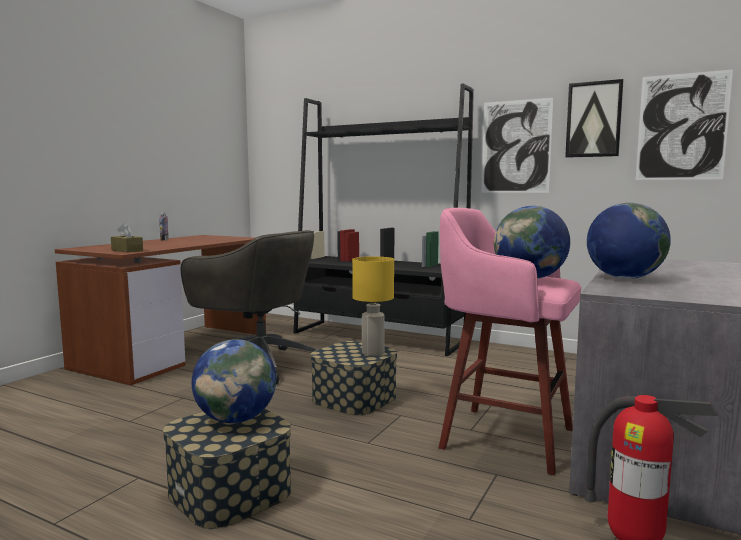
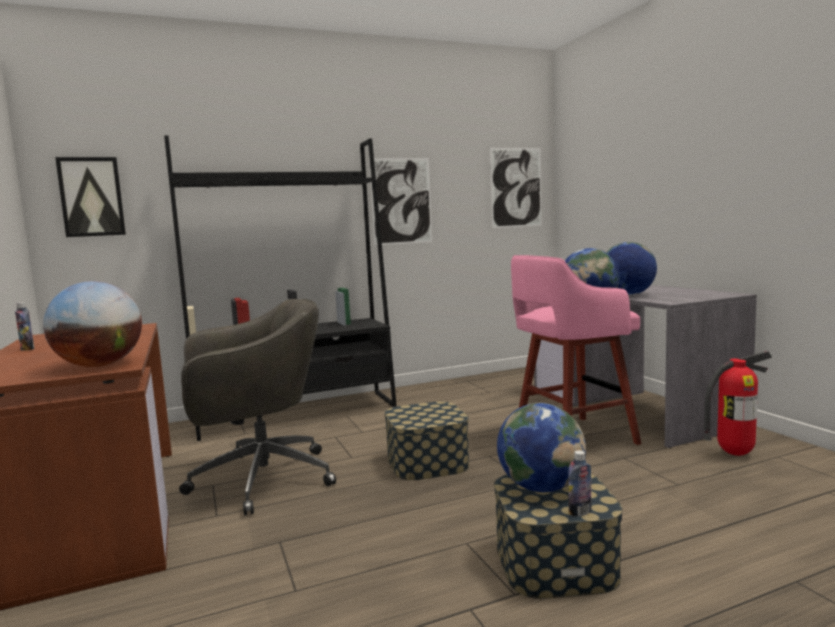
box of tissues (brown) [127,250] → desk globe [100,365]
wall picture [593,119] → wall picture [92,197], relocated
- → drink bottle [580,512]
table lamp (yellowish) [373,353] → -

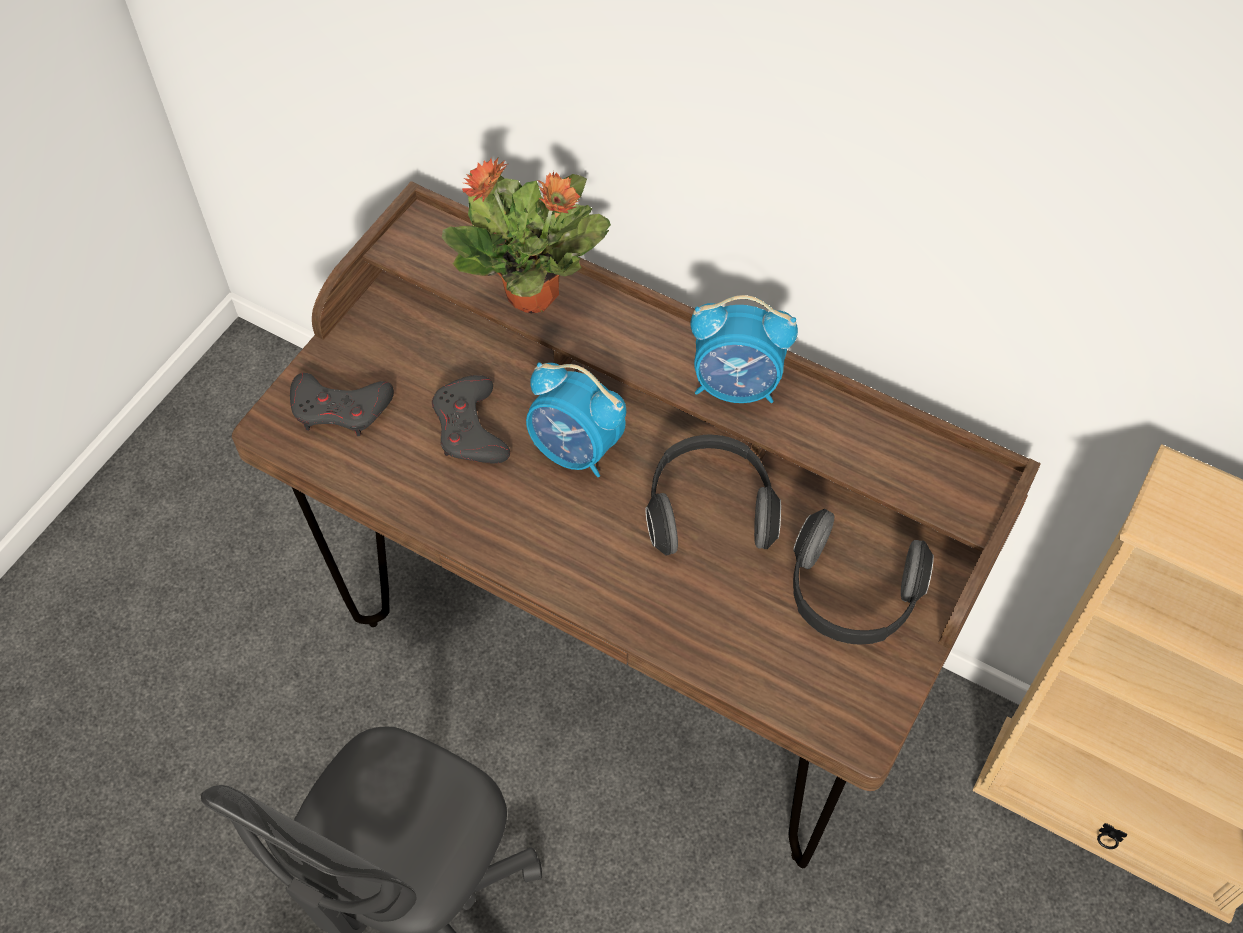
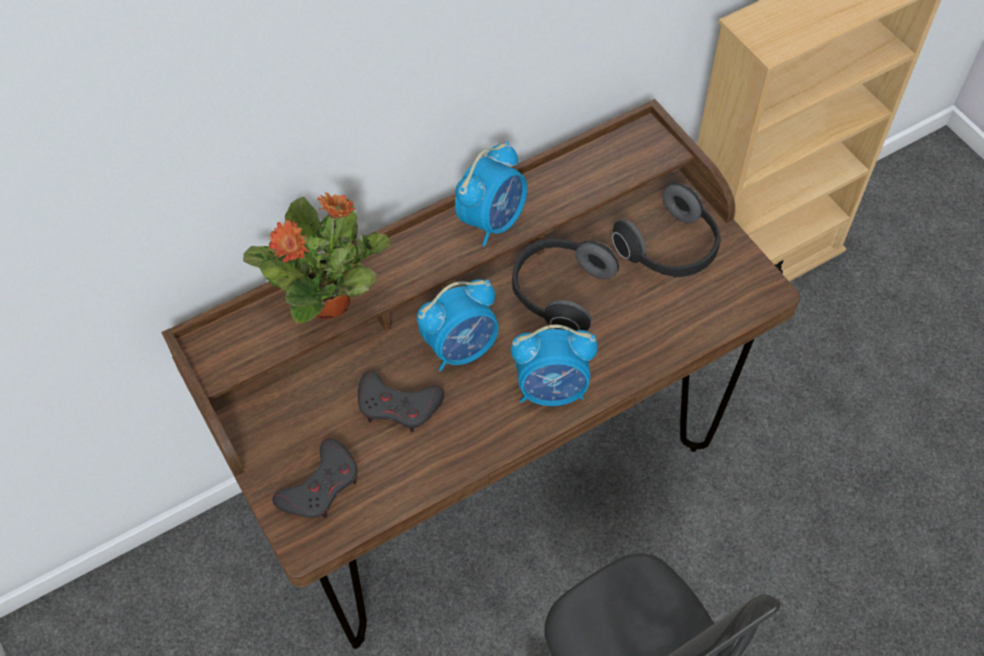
- → table clock [552,389]

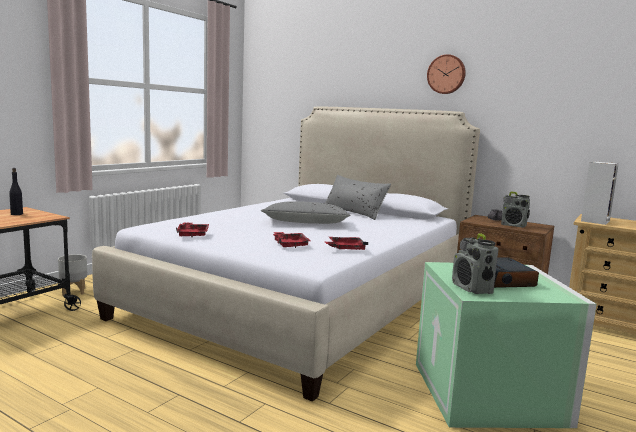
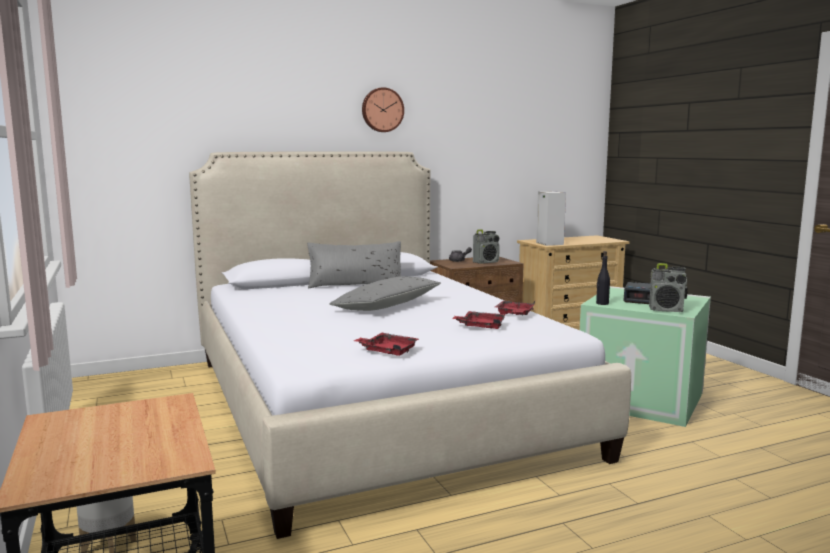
drink bottle (blackish) [16,214] → drink bottle (blackish) [602,303], relocated

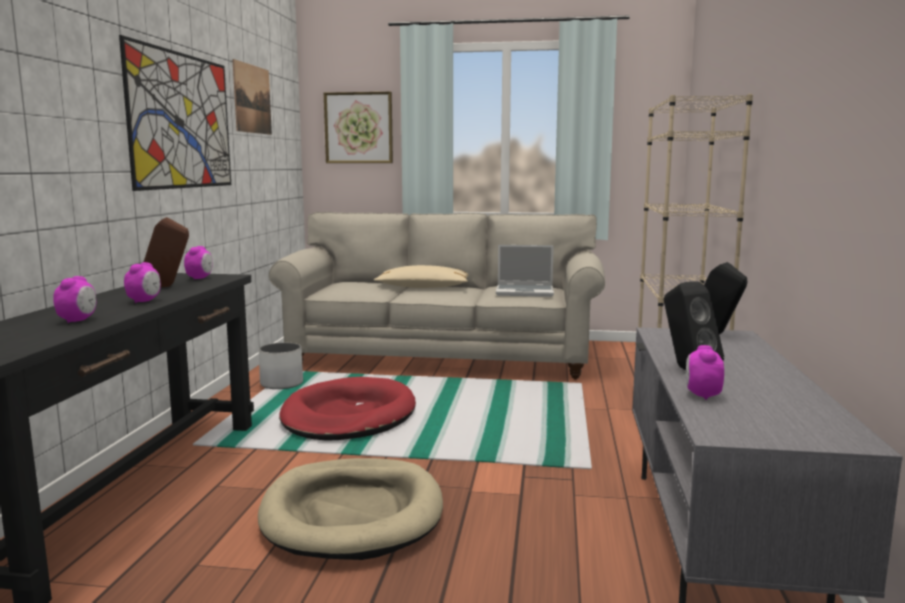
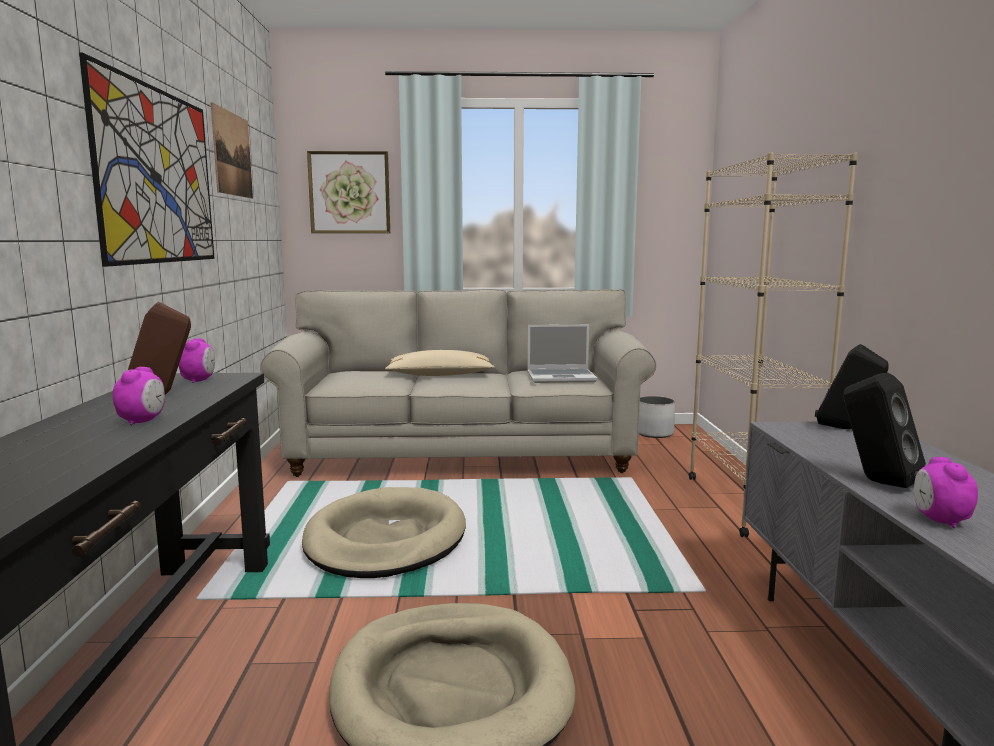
dog cushion (red-coloured) [348,416] → dog cushion (beige-coloured) [385,539]
flower pot (white-coloured) [281,384] → flower pot (white-coloured) [654,433], relocated
table clock [78,320] → -

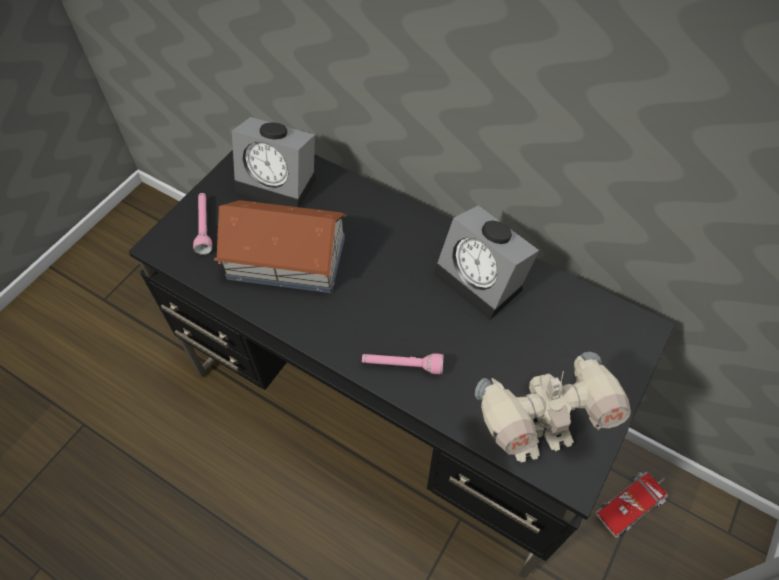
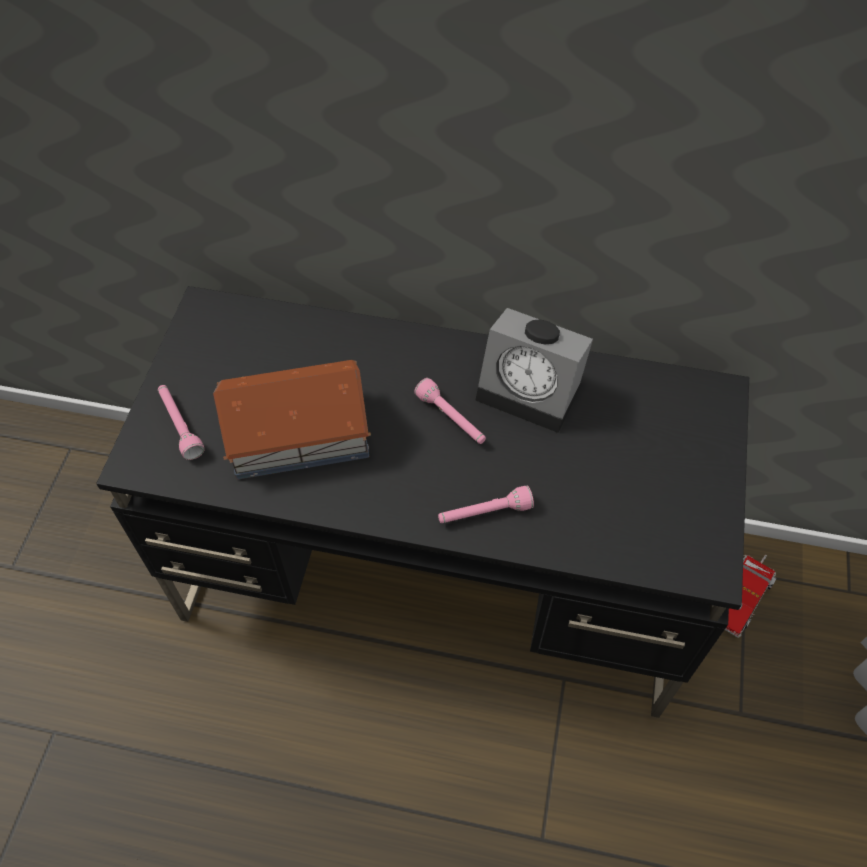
- → hand torch (pink-coloured) [451,419]
table clock [280,183] → -
robot figure [535,434] → -

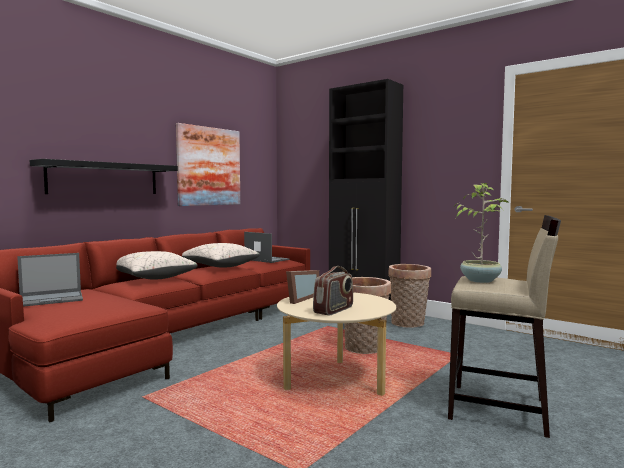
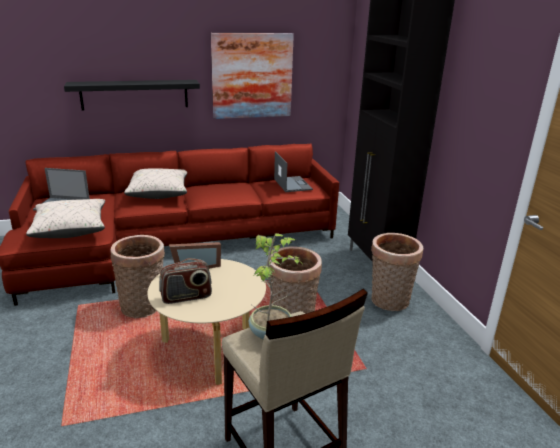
throw pillow (beige-coloured) [219,266] → throw pillow (beige-coloured) [70,229], relocated
- → household basket [143,307]

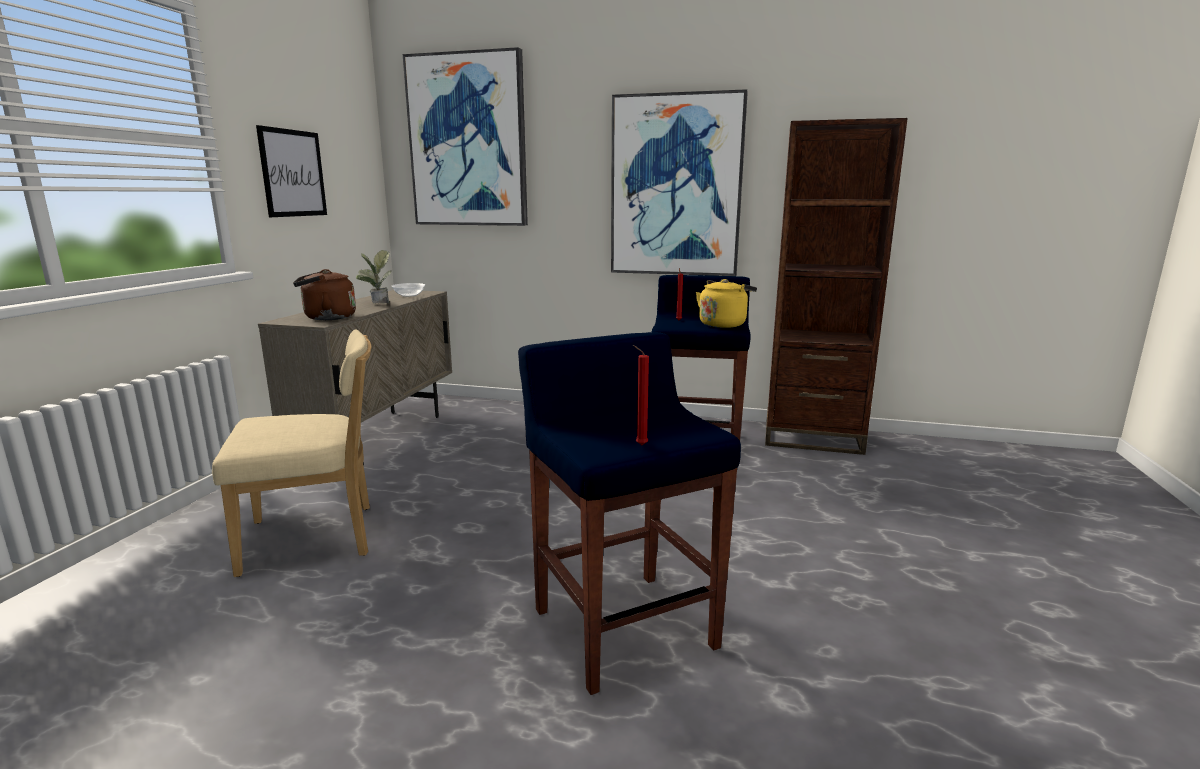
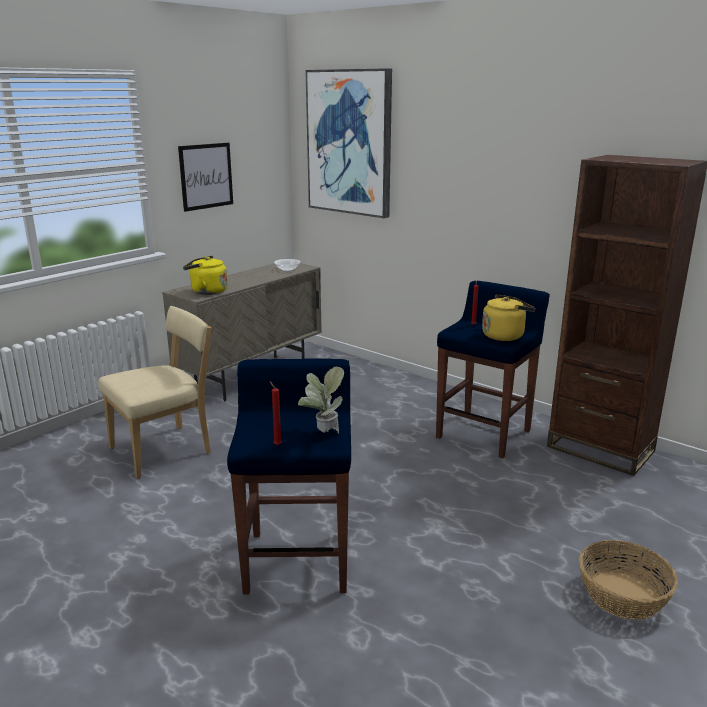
upright chair (beige-coloured) [317,538] → upright chair (beige-coloured) [165,449], 45 degrees counterclockwise
kettle (brown) [326,318] → kettle (yellowish) [207,291]
plant in a pot [377,305] → plant in a pot [323,434], relocated
- → household basket [621,595]
wall picture [676,186] → -

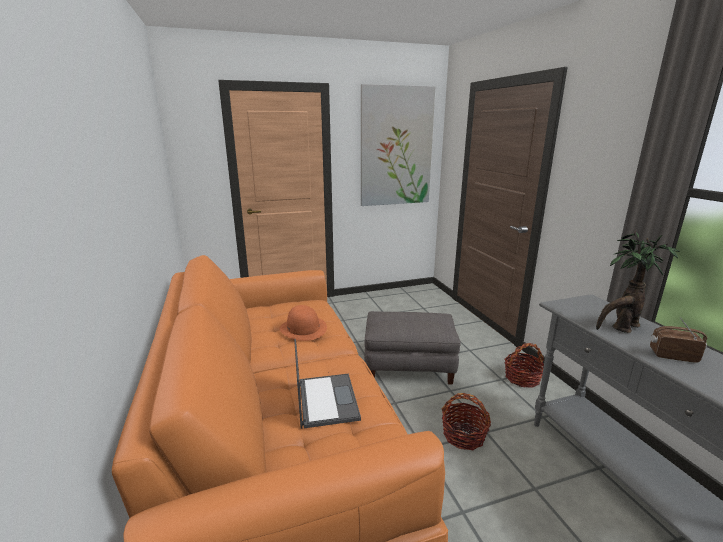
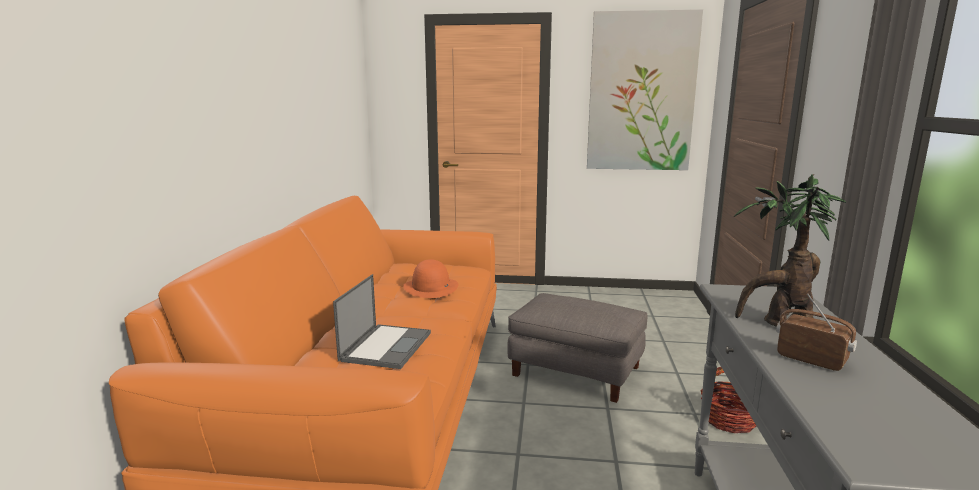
household basket [464,435] → -

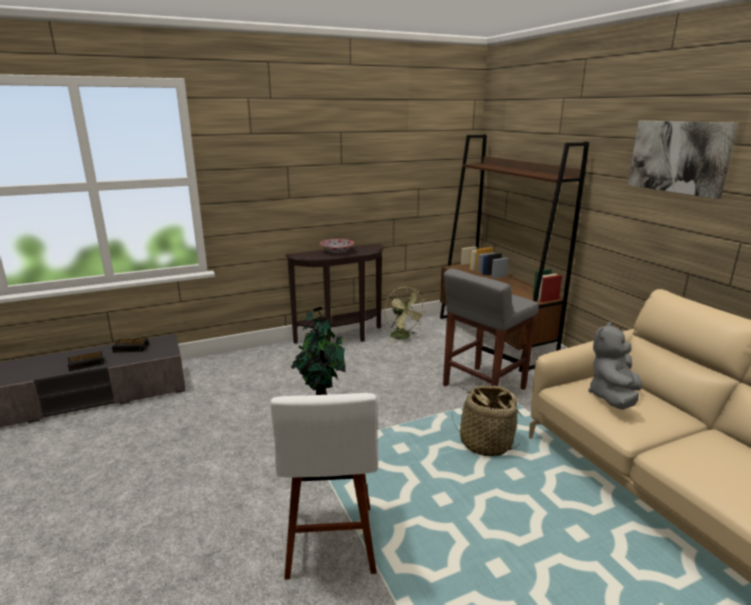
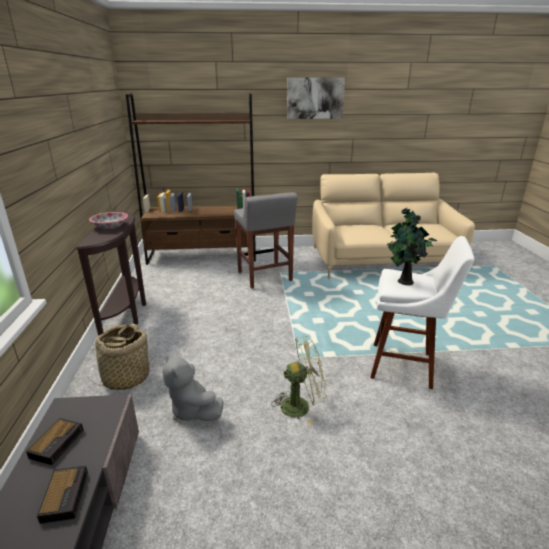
household basket [485,443] → household basket [126,377], relocated
soft toy (greyish) [613,398] → soft toy (greyish) [193,410], relocated
fan (greenish) [403,337] → fan (greenish) [301,405], relocated

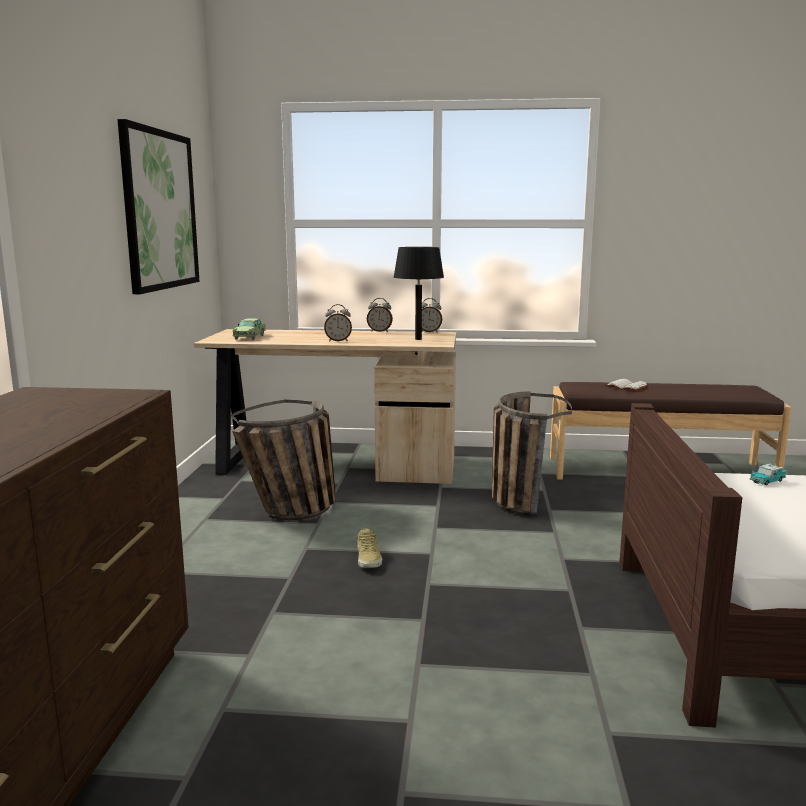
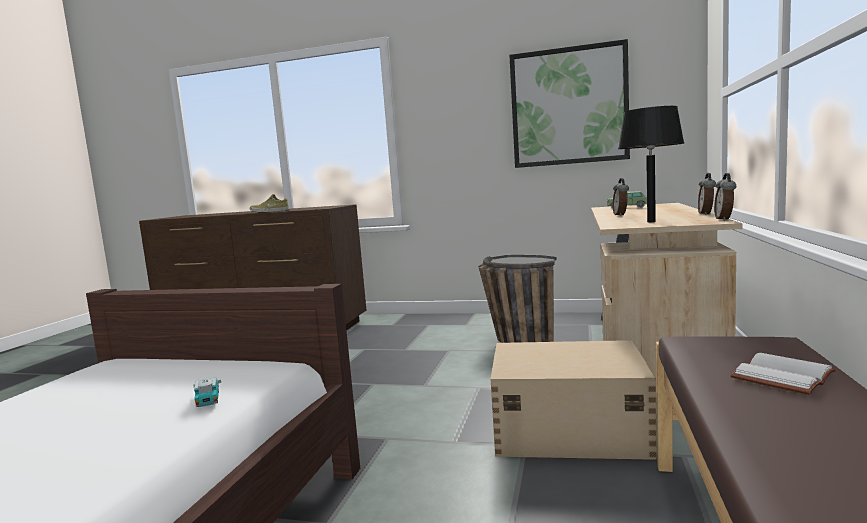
low shoe (beige-coloured) [369,558] → low shoe (beige-coloured) [269,211], relocated
household basket [517,497] → storage bin (beige-coloured) [567,429]

